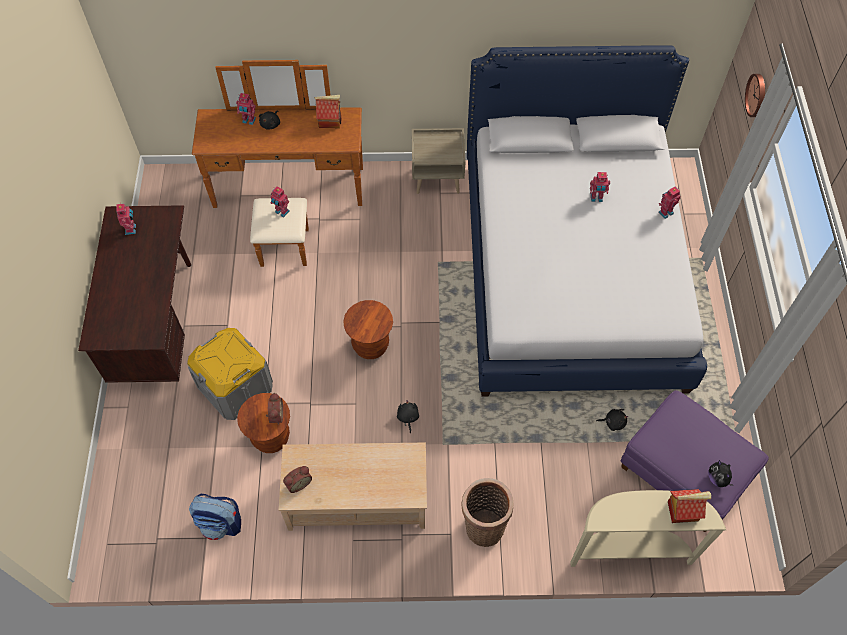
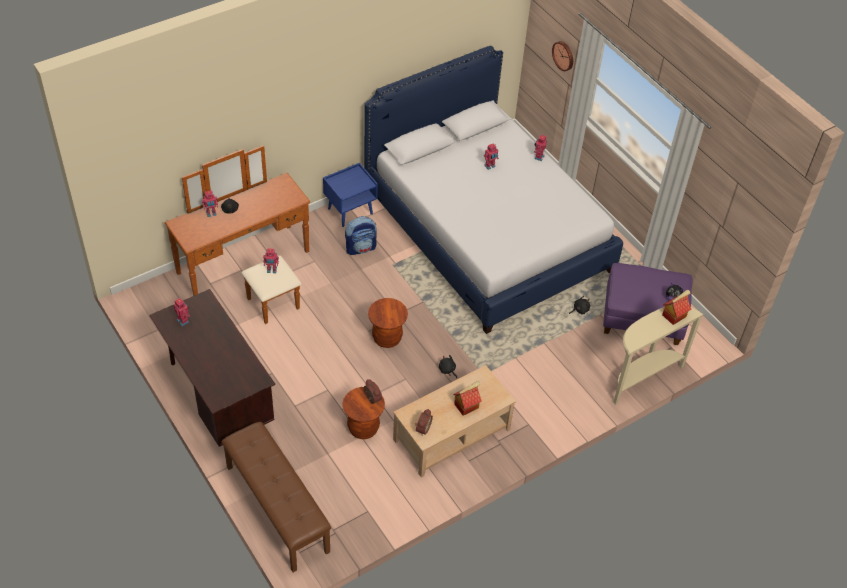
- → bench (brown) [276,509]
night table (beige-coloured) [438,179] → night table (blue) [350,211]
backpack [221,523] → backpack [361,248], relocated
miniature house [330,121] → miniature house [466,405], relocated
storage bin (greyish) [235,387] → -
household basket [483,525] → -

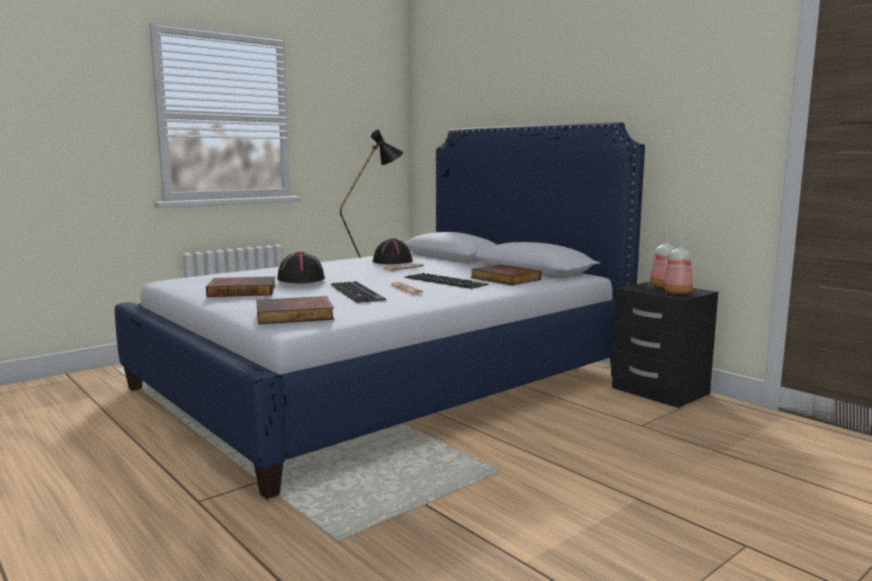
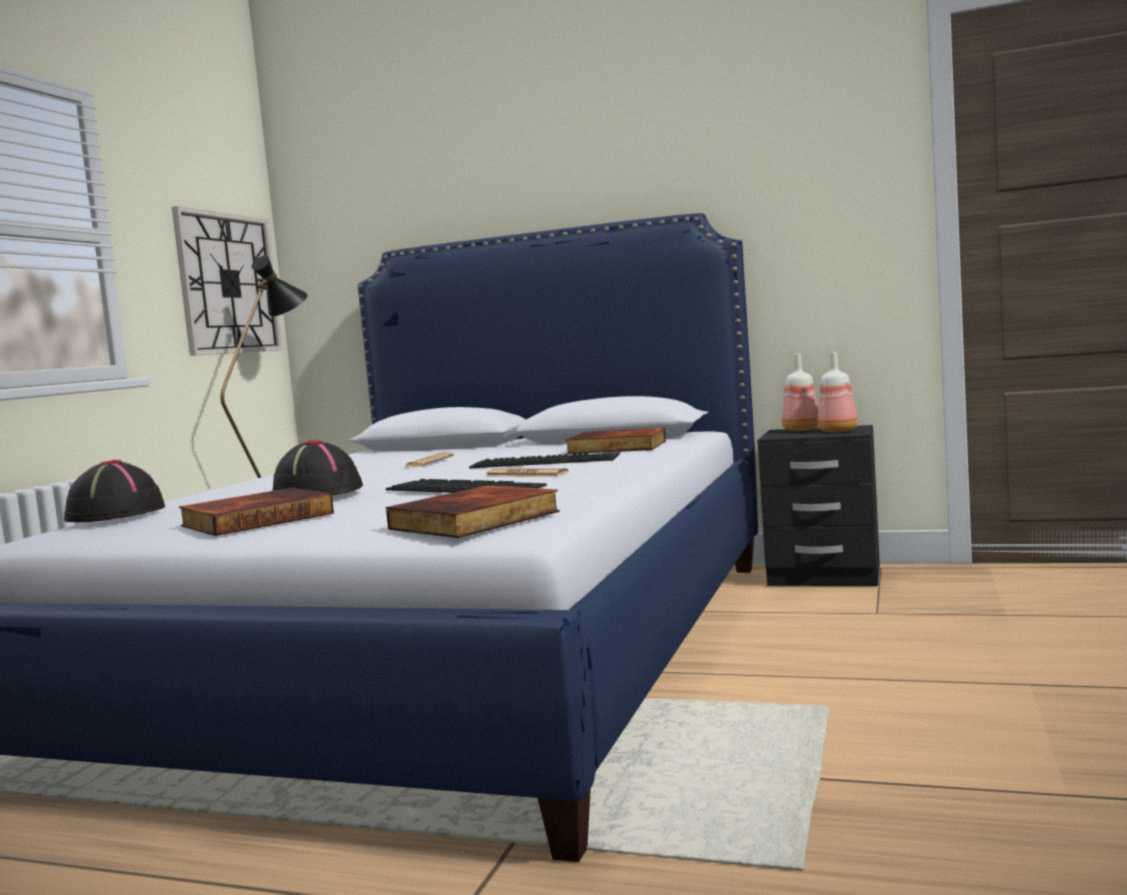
hat (blackish) [392,262] → hat (blackish) [115,515], relocated
- → hanging clock [228,284]

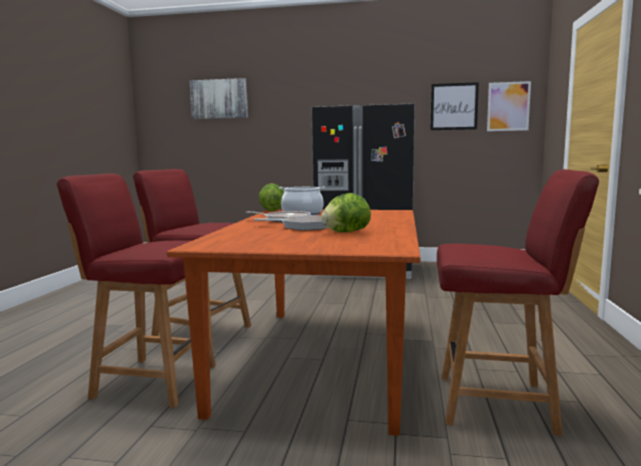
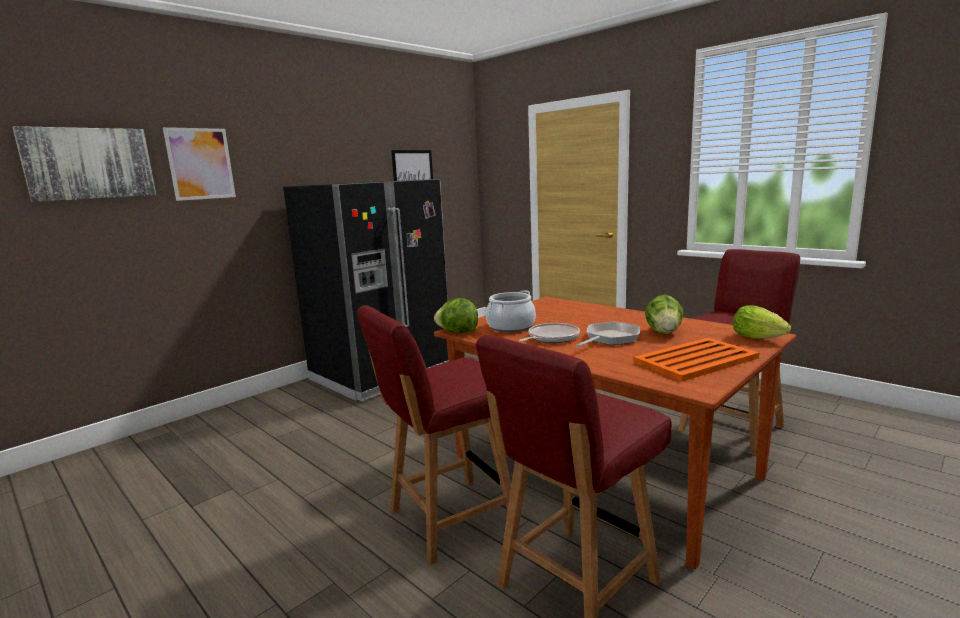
wall picture [508,106] → wall picture [200,164], relocated
- → tray (orange-coloured) [694,360]
- → lettuce [757,338]

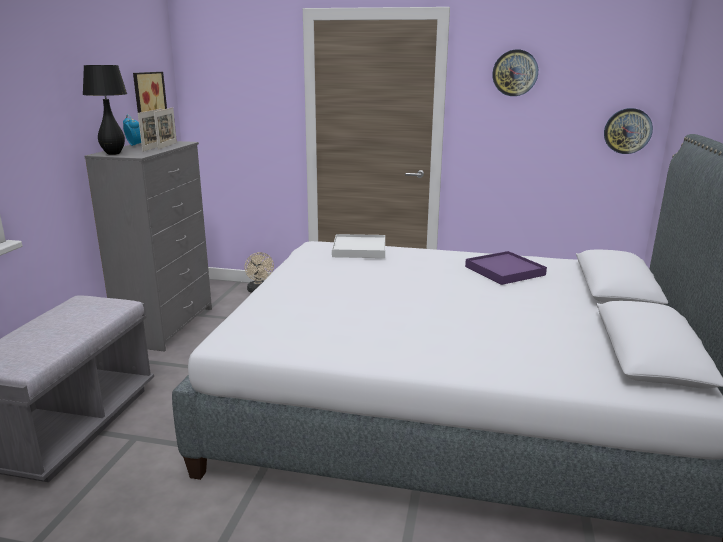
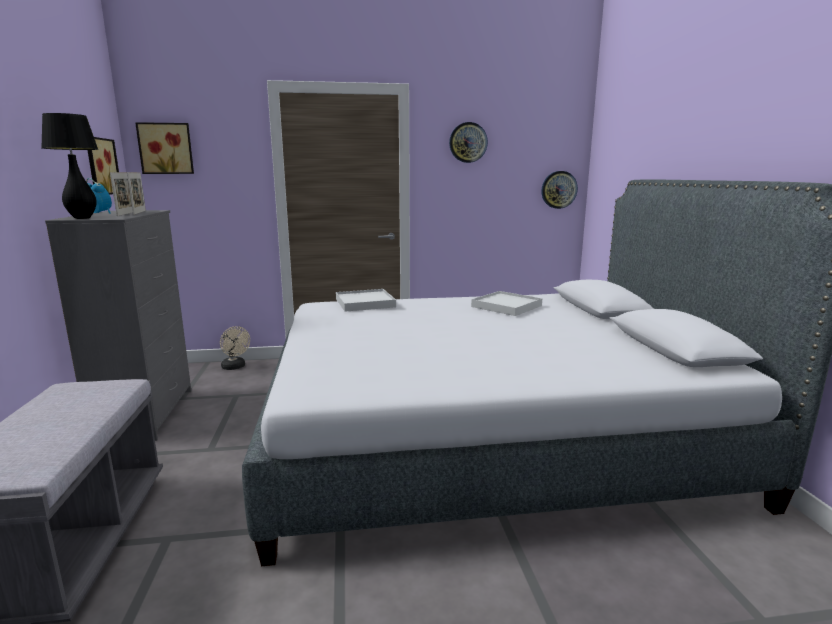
- → wall picture [166,148]
tray (purplish) [505,271] → tray (white-coloured) [506,306]

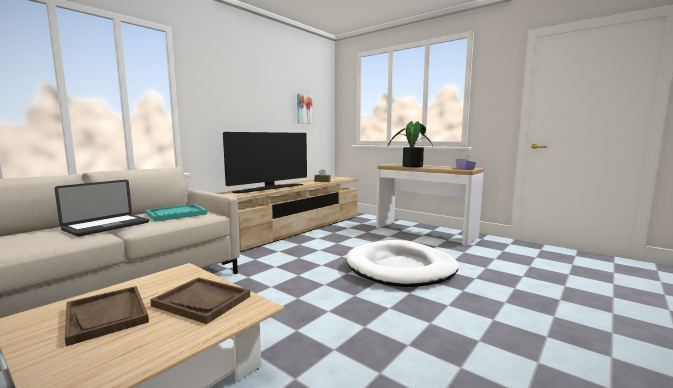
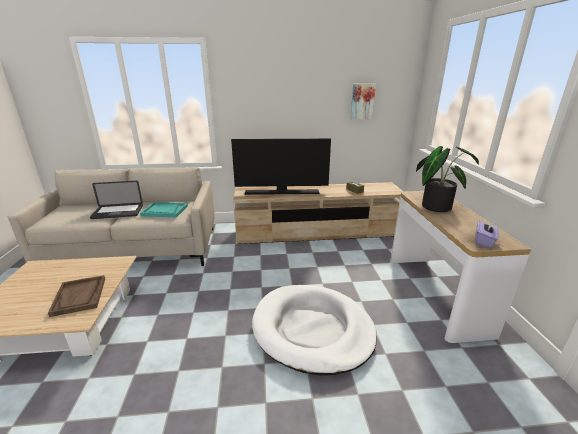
tray (brown) [107,315] → -

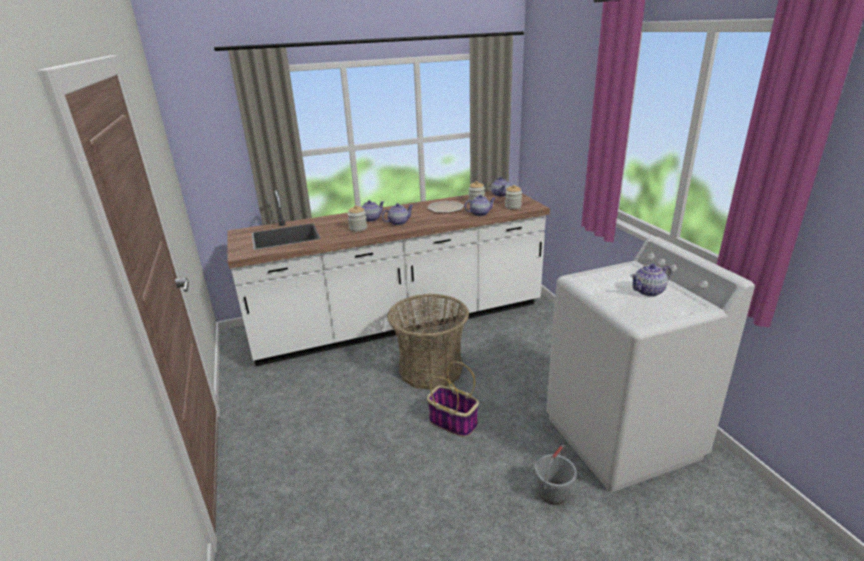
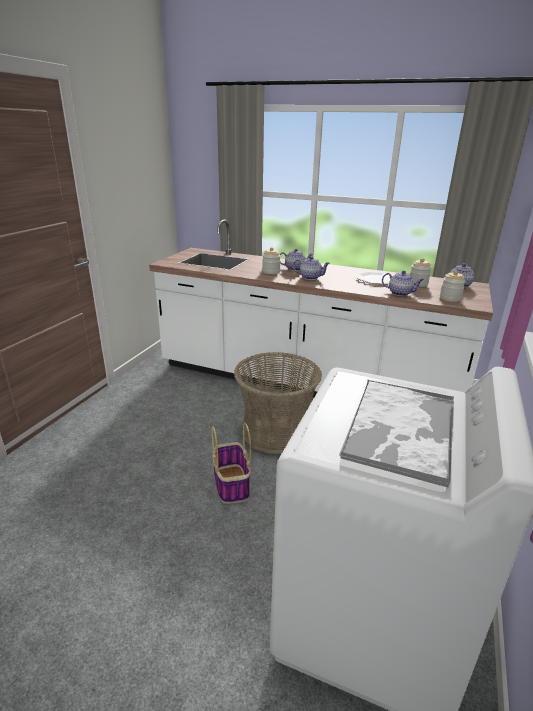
teapot [649,291] → tray [401,429]
water bucket (greyish) [553,494] → -

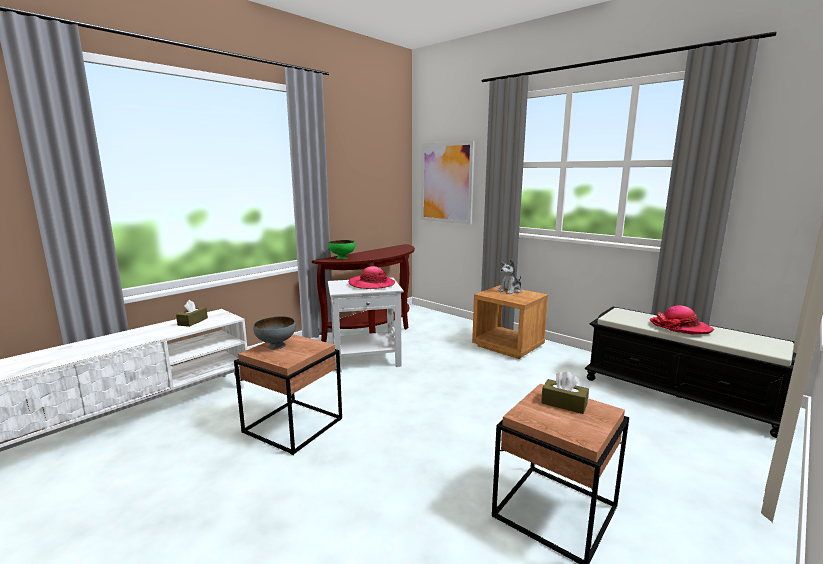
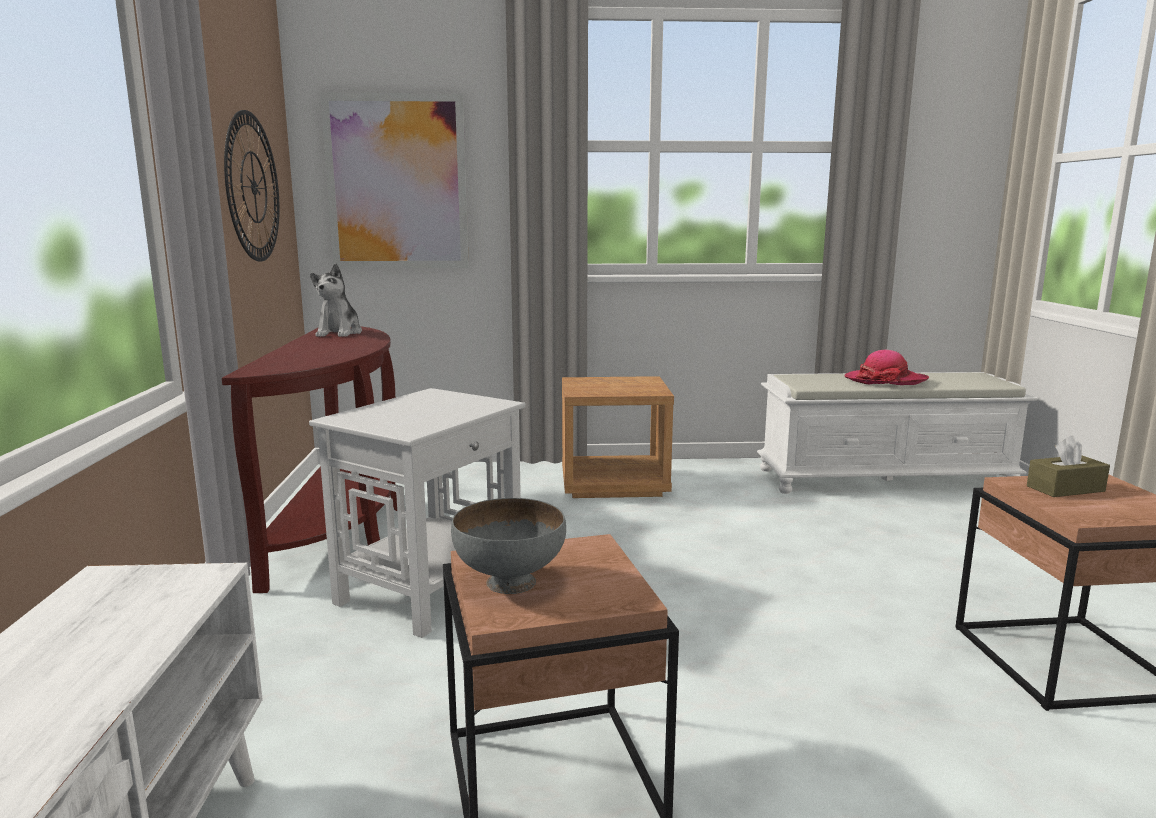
- → hanging clock [253,187]
soft toy [510,291] → soft toy [339,333], relocated
bench (blackish) [679,395] → bench (white-coloured) [885,478]
box of tissues (brown) [193,321] → -
bowl (greenish) [342,258] → -
hat [371,284] → -

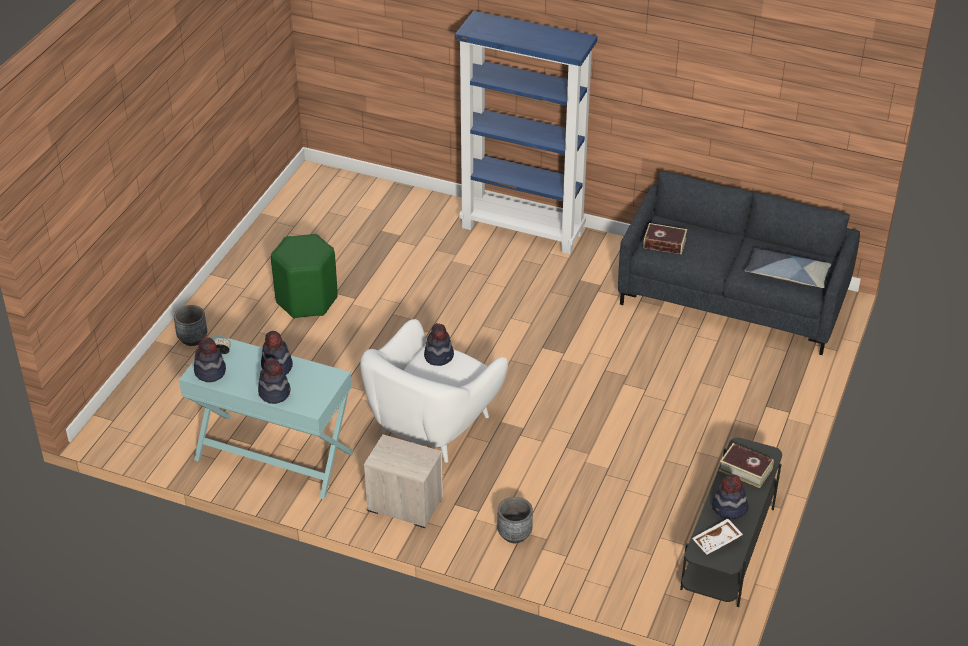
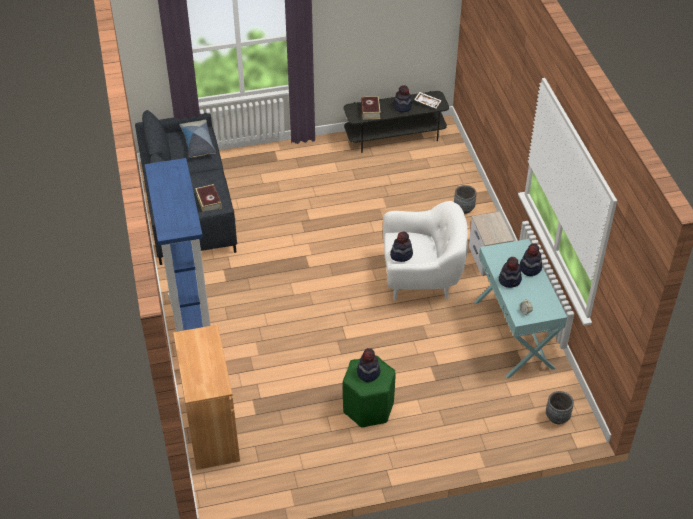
- → cupboard (brown) [211,430]
hat [210,371] → hat [368,372], relocated
flower pot (greyish) [192,339] → flower pot (greyish) [557,417], relocated

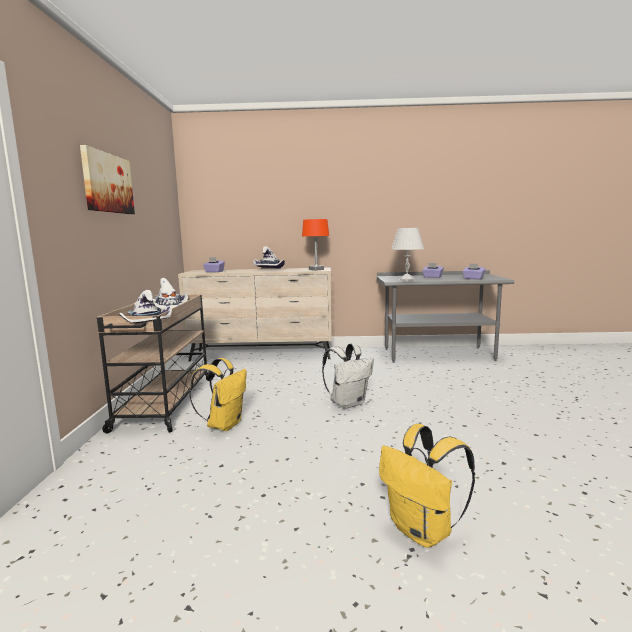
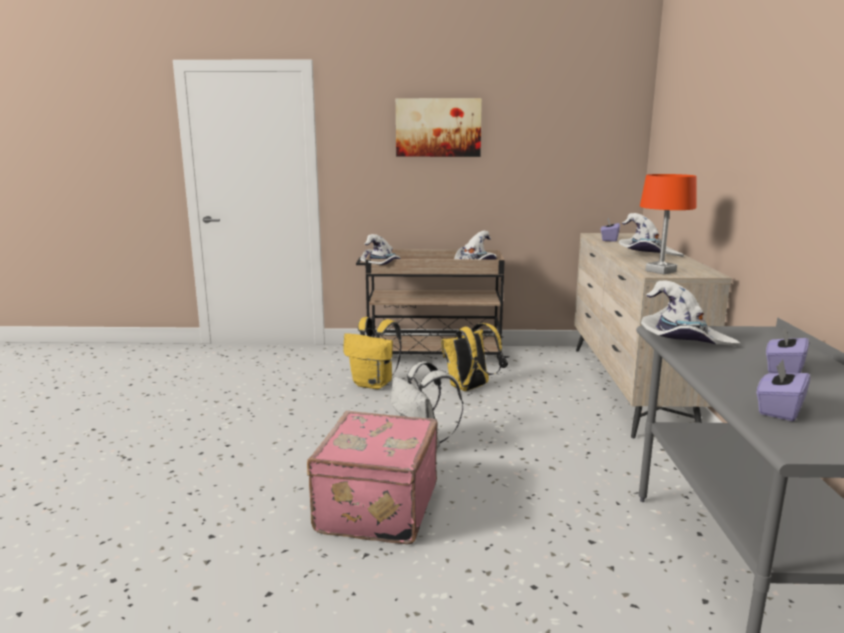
- → travel case (pink-coloured) [375,508]
backpack (yellowish) [423,531] → backpack (yellowish) [469,388], relocated
table lamp (white-coloured) [406,280] → hat (white-coloured) [683,341]

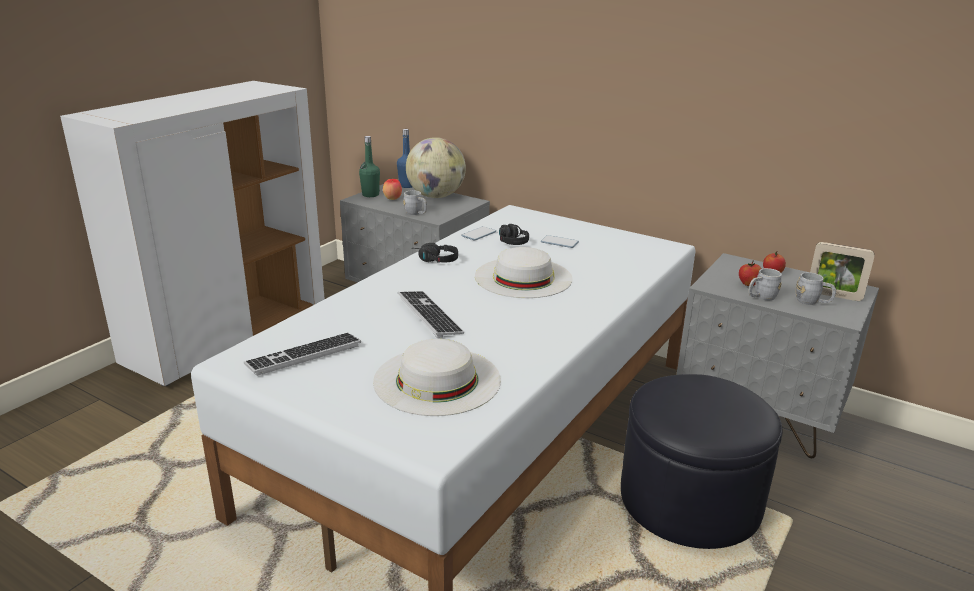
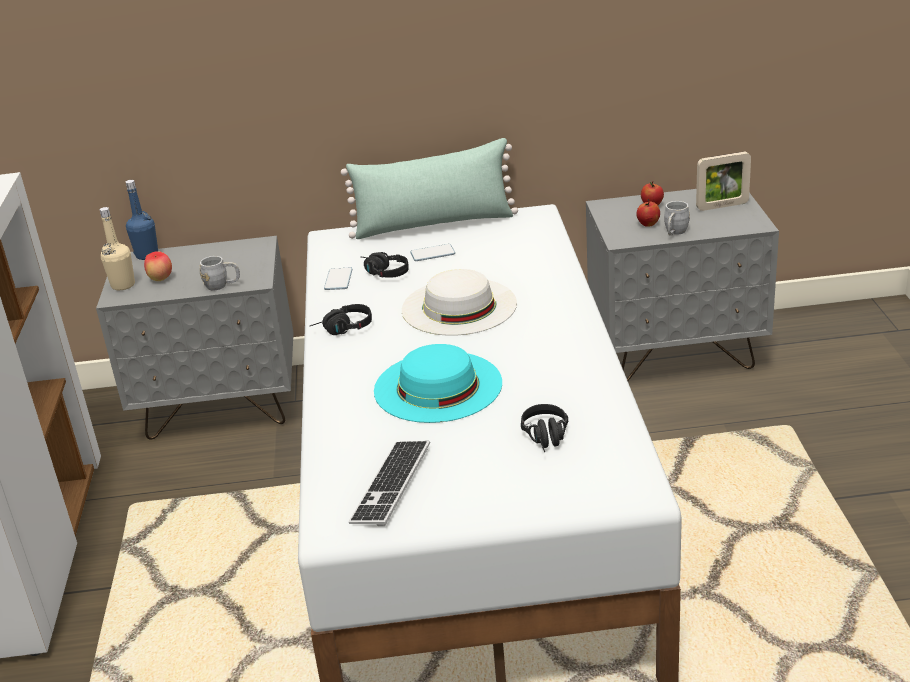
drink bottle (greenish) [370,195] → drink bottle (beige-coloured) [123,285]
- → throw pillow (greenish) [434,224]
computer keyboard [429,315] → hat (turquoise-coloured) [438,386]
hat (white-coloured) [437,380] → headset (blackish) [547,439]
desk globe [436,196] → -
ottoman (blackish) [690,500] → -
coffee mug (greyish) [812,302] → -

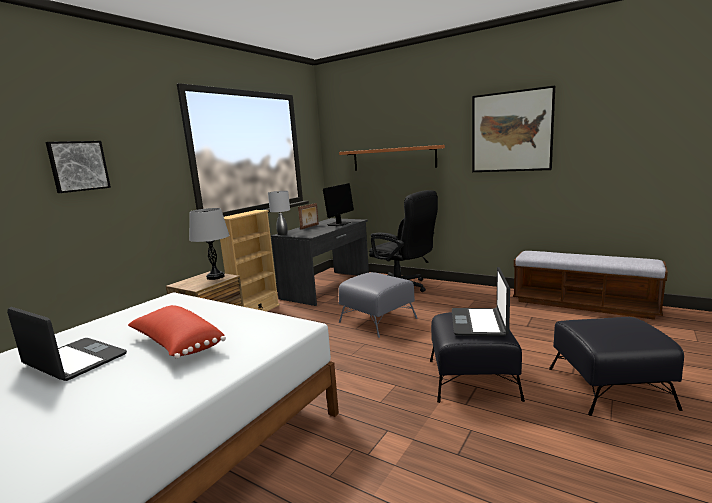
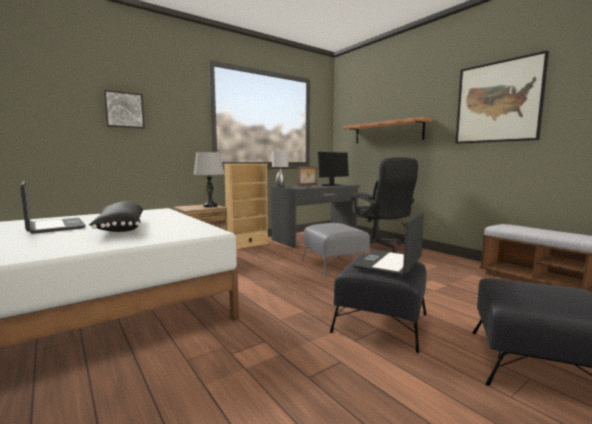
throw pillow (red-coloured) [176,344] → throw pillow (blackish) [119,228]

